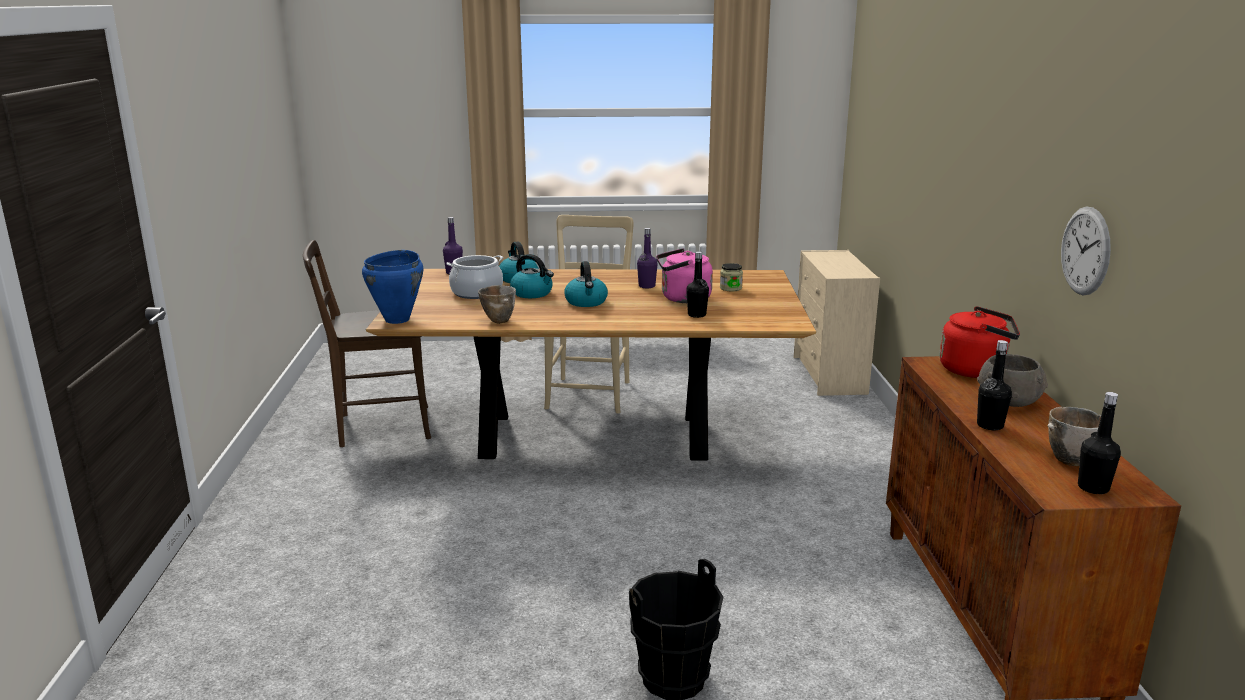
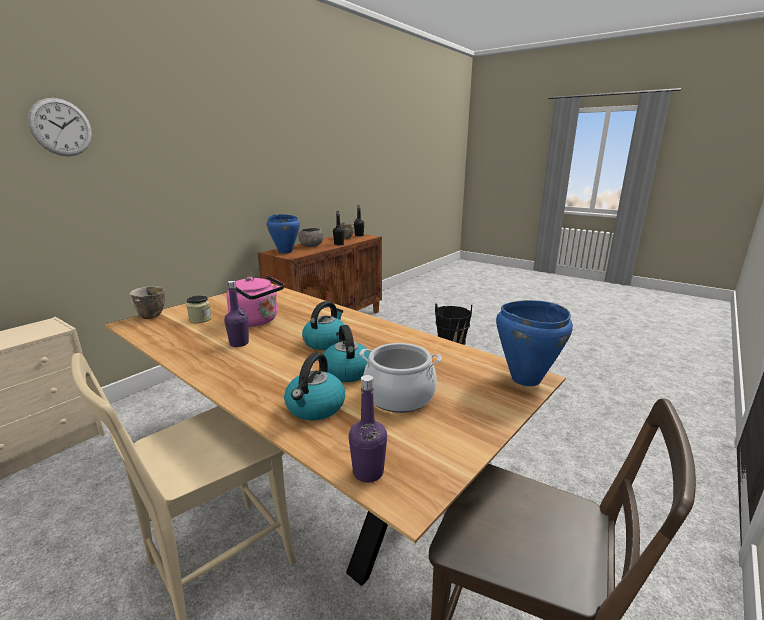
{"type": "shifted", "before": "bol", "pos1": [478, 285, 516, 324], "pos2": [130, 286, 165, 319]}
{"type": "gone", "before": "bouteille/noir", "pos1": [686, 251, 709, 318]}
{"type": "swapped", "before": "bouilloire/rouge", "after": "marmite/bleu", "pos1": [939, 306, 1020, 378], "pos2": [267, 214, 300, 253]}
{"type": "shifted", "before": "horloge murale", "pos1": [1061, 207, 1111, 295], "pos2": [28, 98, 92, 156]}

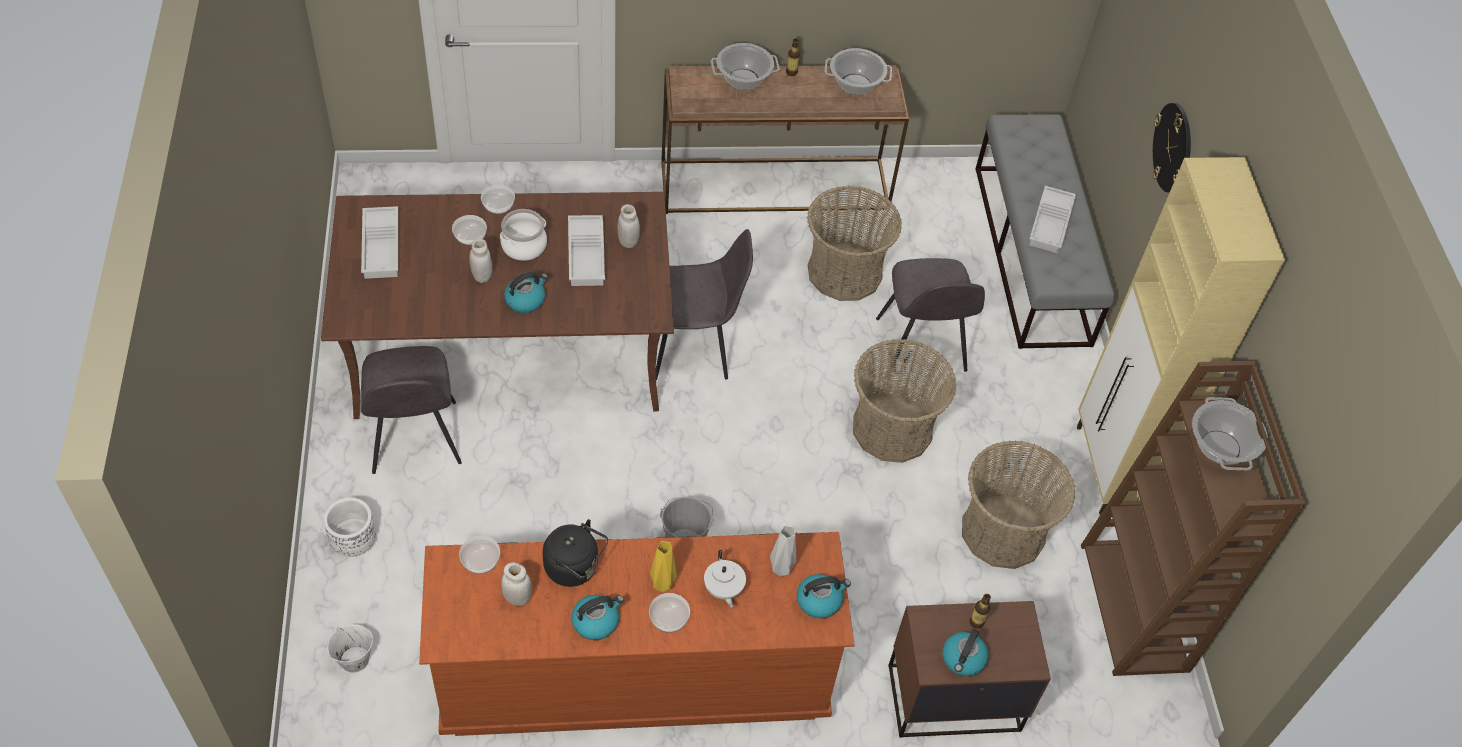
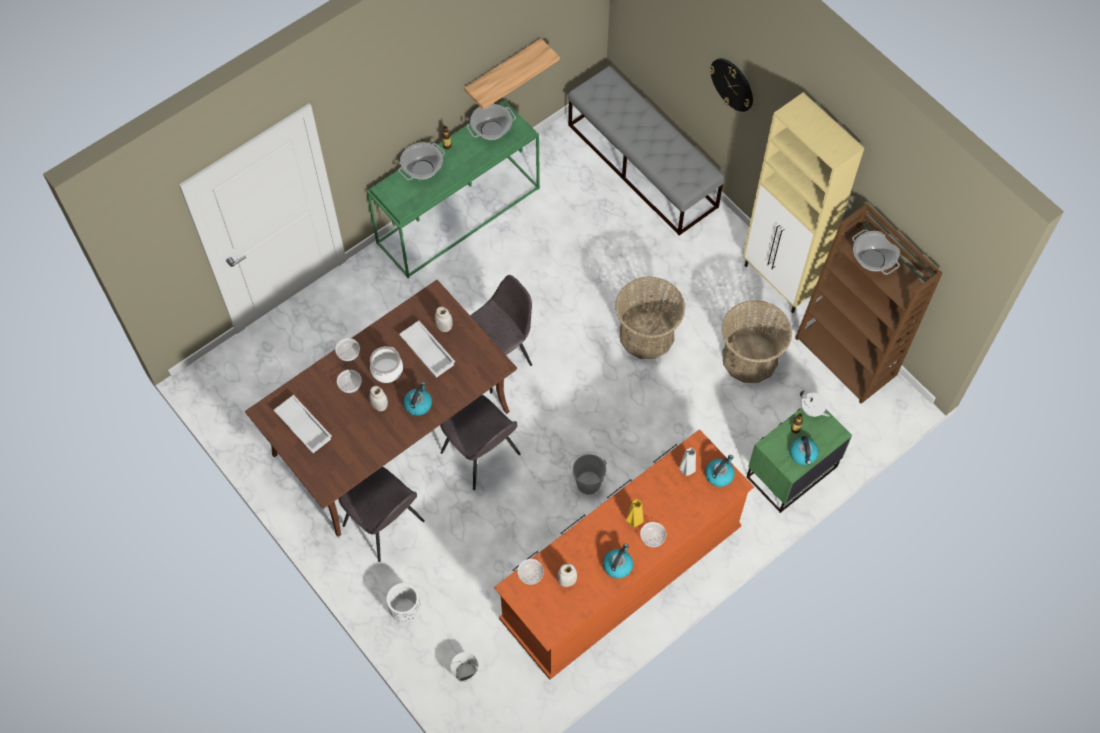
{"type": "gone", "before": "bouilloire/noir", "pos1": [543, 519, 608, 587]}
{"type": "repainted", "before": "table console/marron", "after": "table console/vert", "pos1": [661, 65, 909, 214], "pos2": [366, 101, 540, 278]}
{"type": "shifted", "before": "théière/blanc", "pos1": [704, 550, 746, 608], "pos2": [800, 391, 830, 417]}
{"type": "gone", "before": "panier", "pos1": [807, 185, 902, 301]}
{"type": "shifted", "before": "chaise/gris", "pos1": [876, 258, 985, 372], "pos2": [440, 395, 521, 490]}
{"type": "repainted", "before": "table de chevet/marron", "after": "table de chevet/vert", "pos1": [888, 601, 1051, 738], "pos2": [747, 408, 852, 513]}
{"type": "gone", "before": "plateau/blanc", "pos1": [1029, 186, 1076, 253]}
{"type": "new", "after": "étagère", "pos2": [464, 38, 560, 110]}

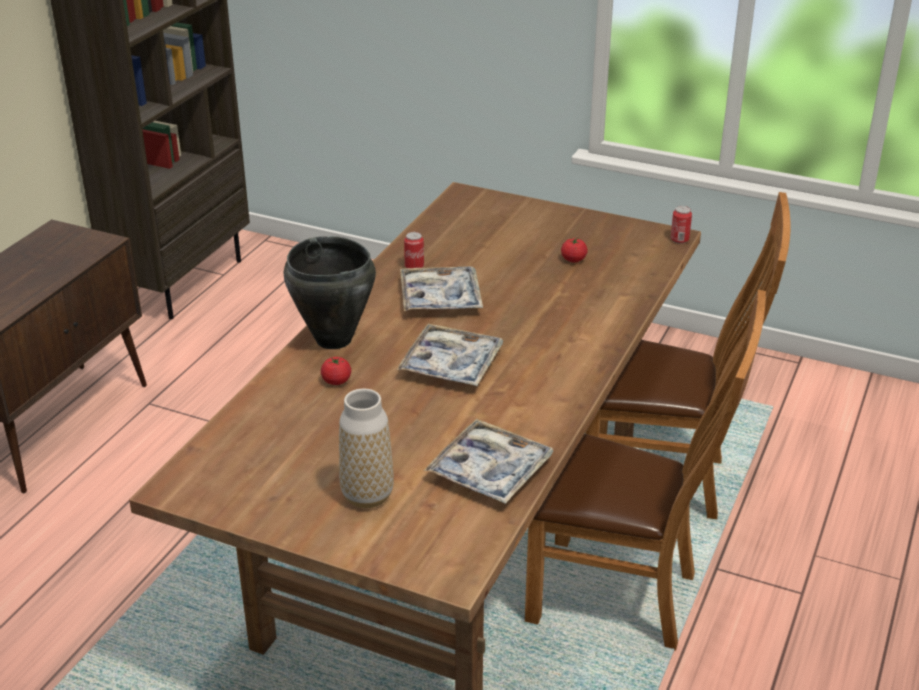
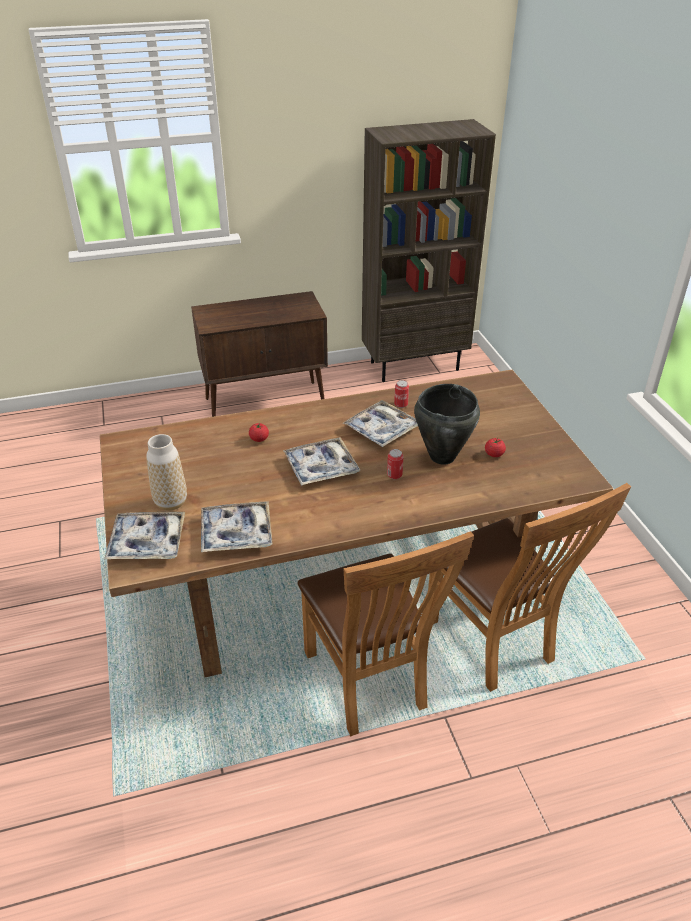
{"type": "shifted", "before": "marmite/noir", "pos1": [284, 236, 376, 349], "pos2": [414, 384, 480, 465]}
{"type": "shifted", "before": "boîte métallique", "pos1": [671, 206, 692, 244], "pos2": [387, 449, 404, 479]}
{"type": "new", "after": "plateau", "pos2": [104, 512, 185, 560]}

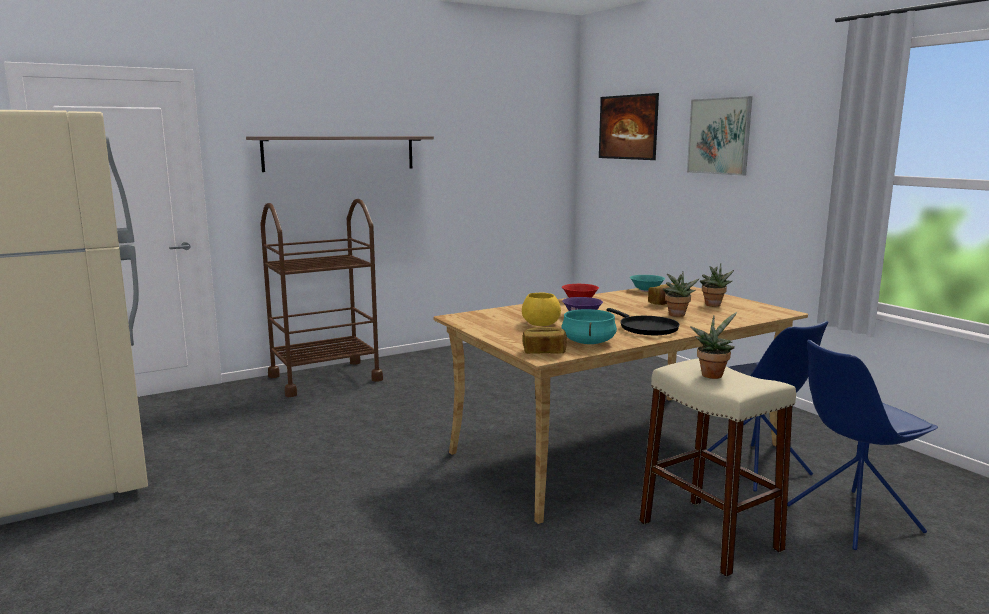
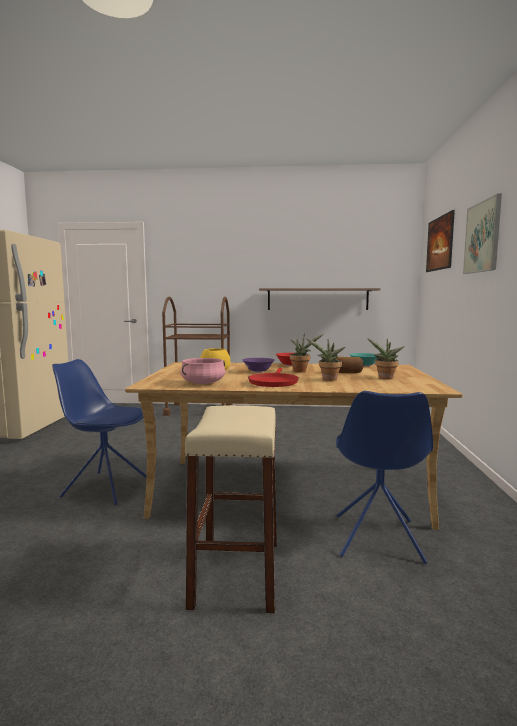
{"type": "shifted", "before": "étagère", "pos1": [246, 136, 434, 172], "pos2": [259, 288, 381, 310]}
{"type": "gone", "before": "pain", "pos1": [522, 327, 567, 354]}
{"type": "repainted", "before": "marmite/turquoise", "after": "marmite/rose", "pos1": [561, 309, 617, 344], "pos2": [180, 358, 225, 384]}
{"type": "repainted", "before": "poêle/noir", "after": "poêle/rouge", "pos1": [607, 308, 680, 335], "pos2": [248, 368, 299, 387]}
{"type": "shifted", "before": "plante en pot", "pos1": [690, 312, 737, 379], "pos2": [290, 333, 323, 373]}
{"type": "shifted", "before": "chaise/bleu", "pos1": [788, 340, 938, 550], "pos2": [52, 359, 147, 505]}

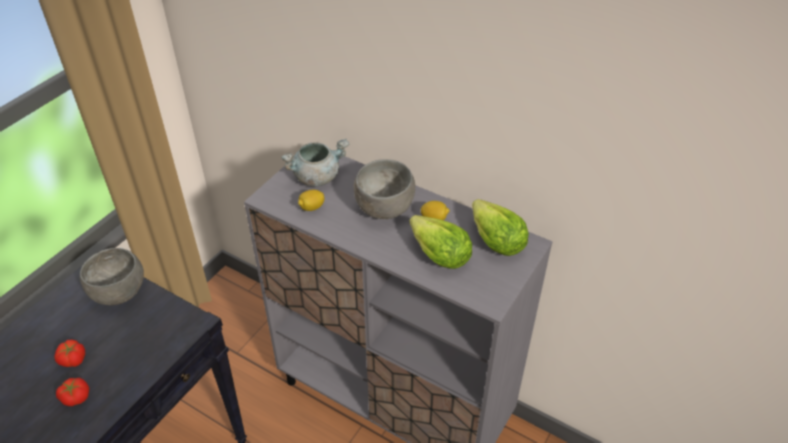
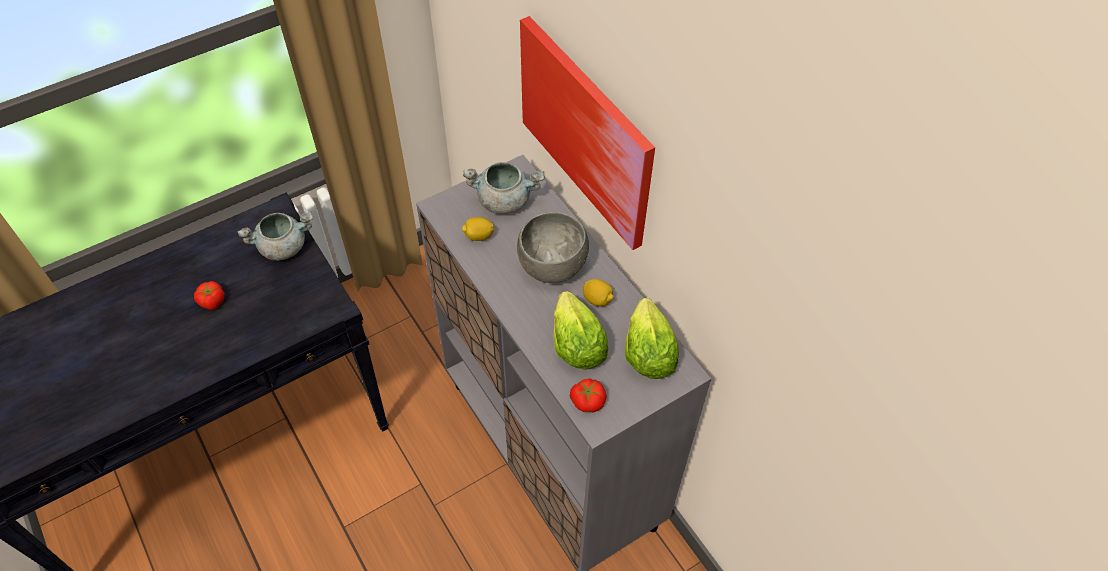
{"type": "shifted", "before": "tomate", "pos1": [56, 378, 90, 406], "pos2": [570, 378, 607, 412]}
{"type": "swapped", "before": "bol/gris", "after": "marmite/gris", "pos1": [80, 248, 144, 305], "pos2": [238, 211, 313, 261]}
{"type": "new", "after": "tableau", "pos2": [520, 16, 655, 250]}

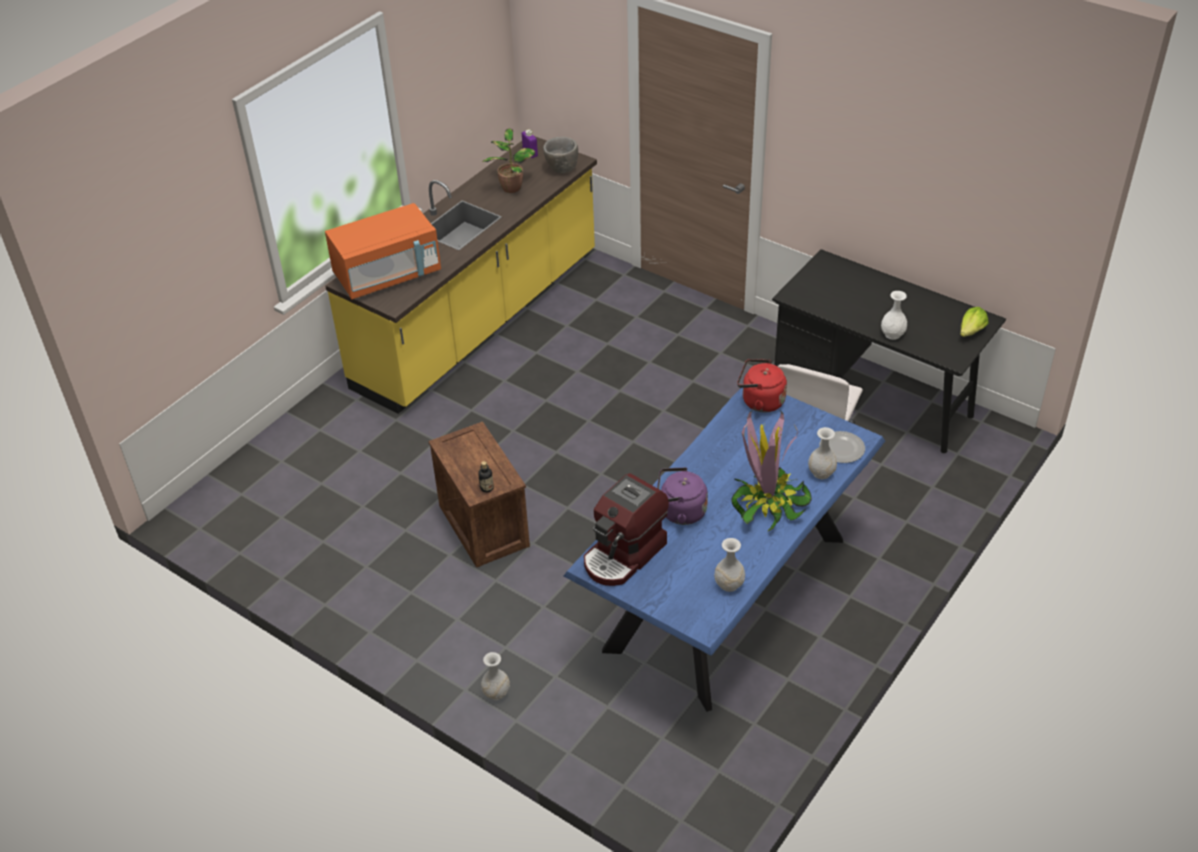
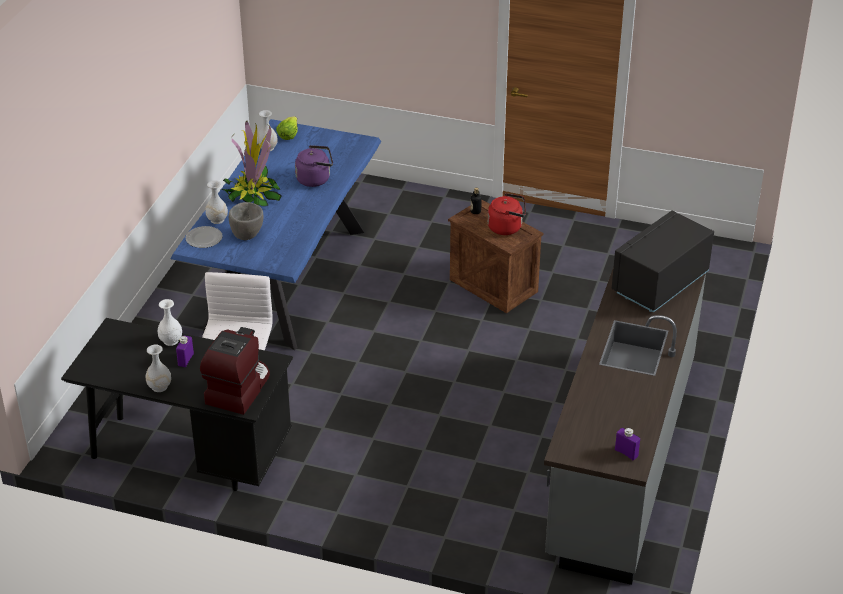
{"type": "repainted", "before": "comptoir de cuisine/jaune", "after": "comptoir de cuisine/gris", "pos1": [325, 136, 597, 414], "pos2": [544, 270, 706, 585]}
{"type": "repainted", "before": "micro-ondes/orange", "after": "micro-ondes/noir", "pos1": [325, 203, 441, 299], "pos2": [612, 211, 714, 313]}
{"type": "shifted", "before": "vase/blanc", "pos1": [481, 652, 510, 700], "pos2": [146, 345, 171, 392]}
{"type": "gone", "before": "plante en pot", "pos1": [482, 128, 535, 193]}
{"type": "shifted", "before": "bol/gris", "pos1": [543, 137, 578, 173], "pos2": [229, 202, 263, 240]}
{"type": "shifted", "before": "machine à café", "pos1": [584, 473, 669, 586], "pos2": [200, 327, 270, 415]}
{"type": "shifted", "before": "bouilloire/rouge", "pos1": [737, 359, 787, 413], "pos2": [488, 193, 526, 235]}
{"type": "shifted", "before": "laitue", "pos1": [960, 307, 989, 337], "pos2": [276, 116, 298, 140]}
{"type": "new", "after": "bouteille/violet", "pos2": [176, 336, 194, 367]}

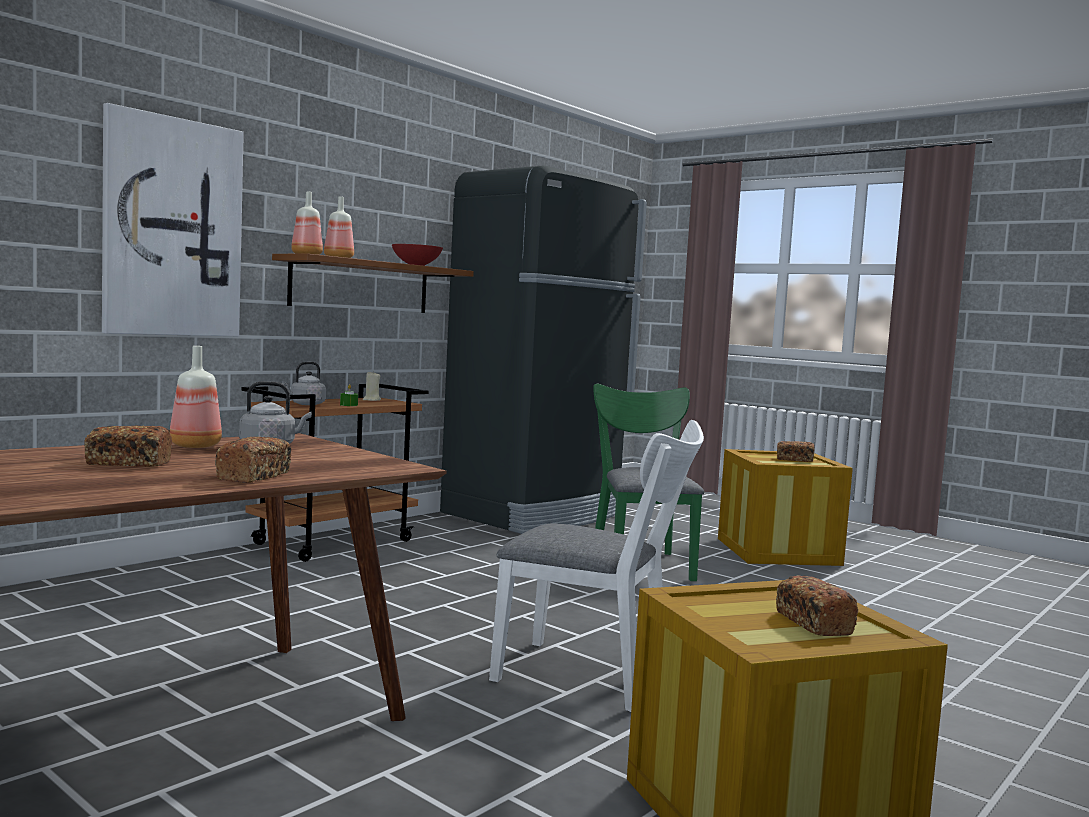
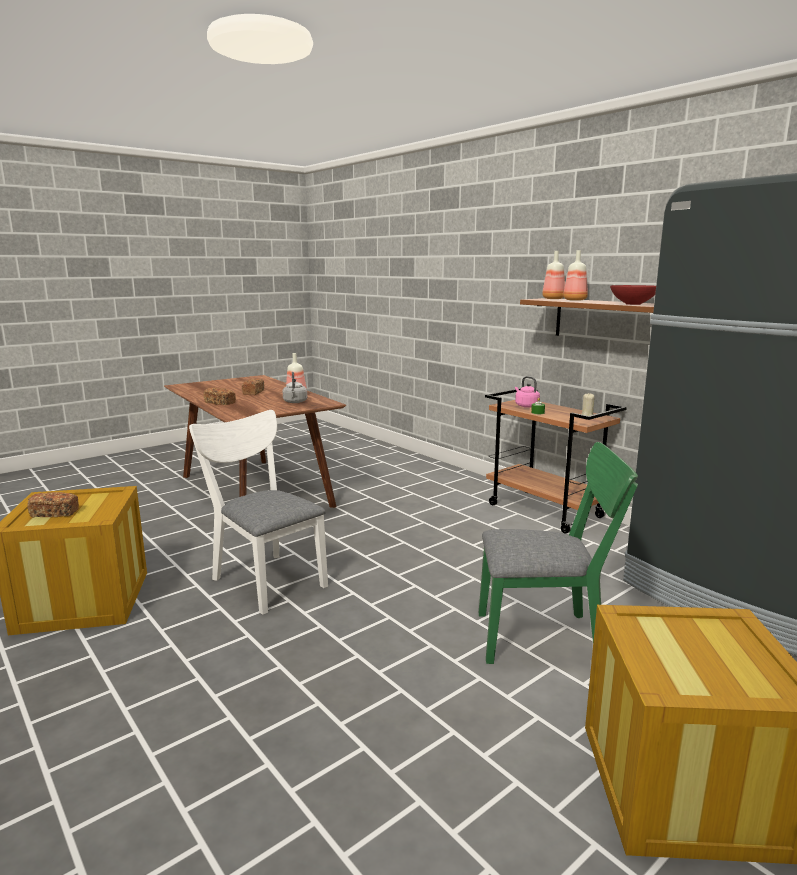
{"type": "gone", "before": "tableau", "pos1": [102, 103, 244, 336]}
{"type": "repainted", "before": "bouilloire/gris", "after": "bouilloire/rose", "pos1": [282, 362, 326, 405], "pos2": [515, 376, 540, 408]}
{"type": "rotated", "before": "chaise/blanc", "pos1": [489, 420, 704, 712], "pos2": [189, 410, 328, 615], "turn": 105}
{"type": "gone", "before": "pain", "pos1": [777, 441, 814, 462]}

